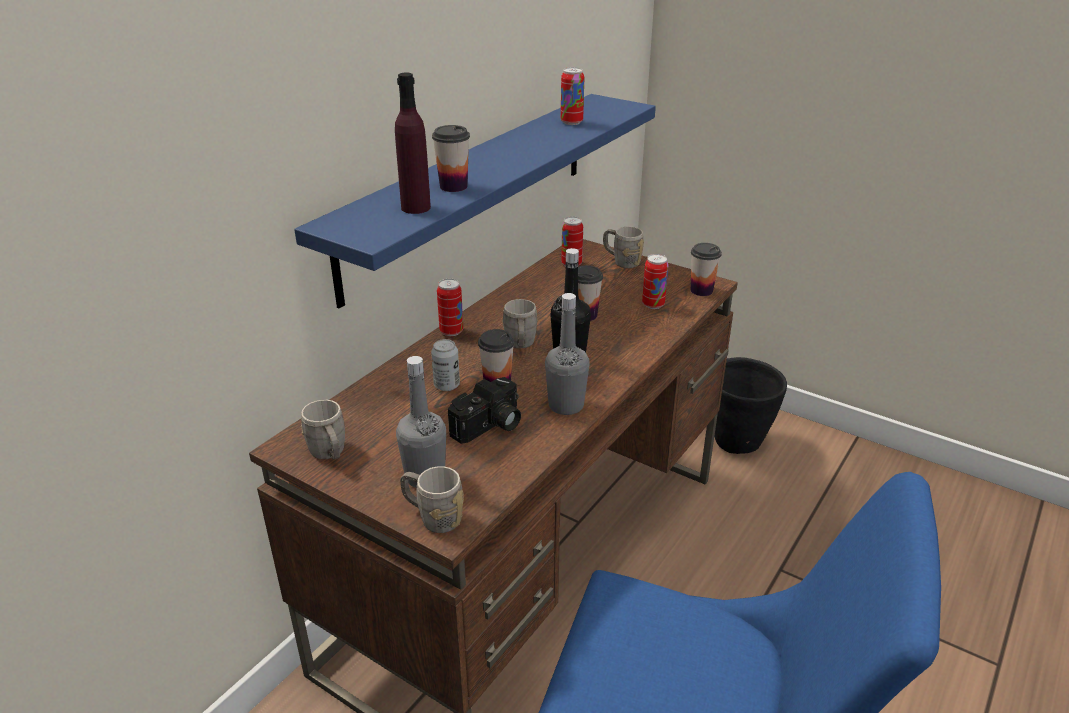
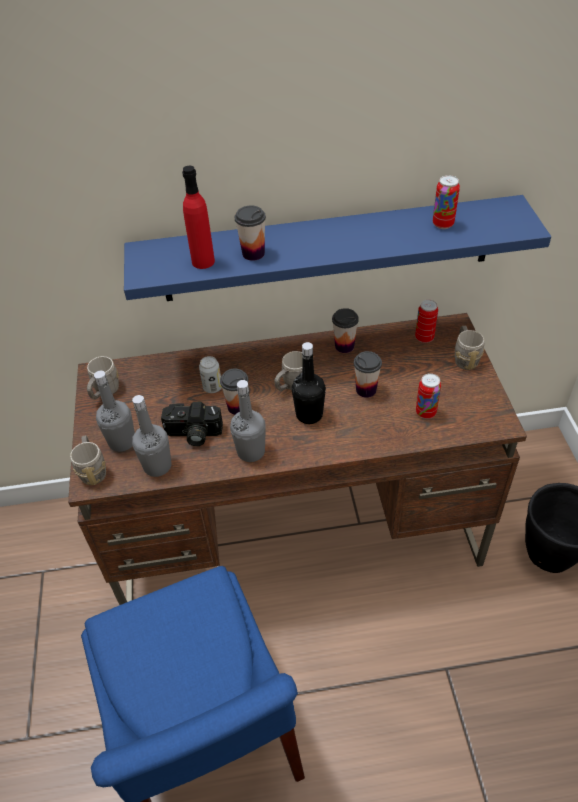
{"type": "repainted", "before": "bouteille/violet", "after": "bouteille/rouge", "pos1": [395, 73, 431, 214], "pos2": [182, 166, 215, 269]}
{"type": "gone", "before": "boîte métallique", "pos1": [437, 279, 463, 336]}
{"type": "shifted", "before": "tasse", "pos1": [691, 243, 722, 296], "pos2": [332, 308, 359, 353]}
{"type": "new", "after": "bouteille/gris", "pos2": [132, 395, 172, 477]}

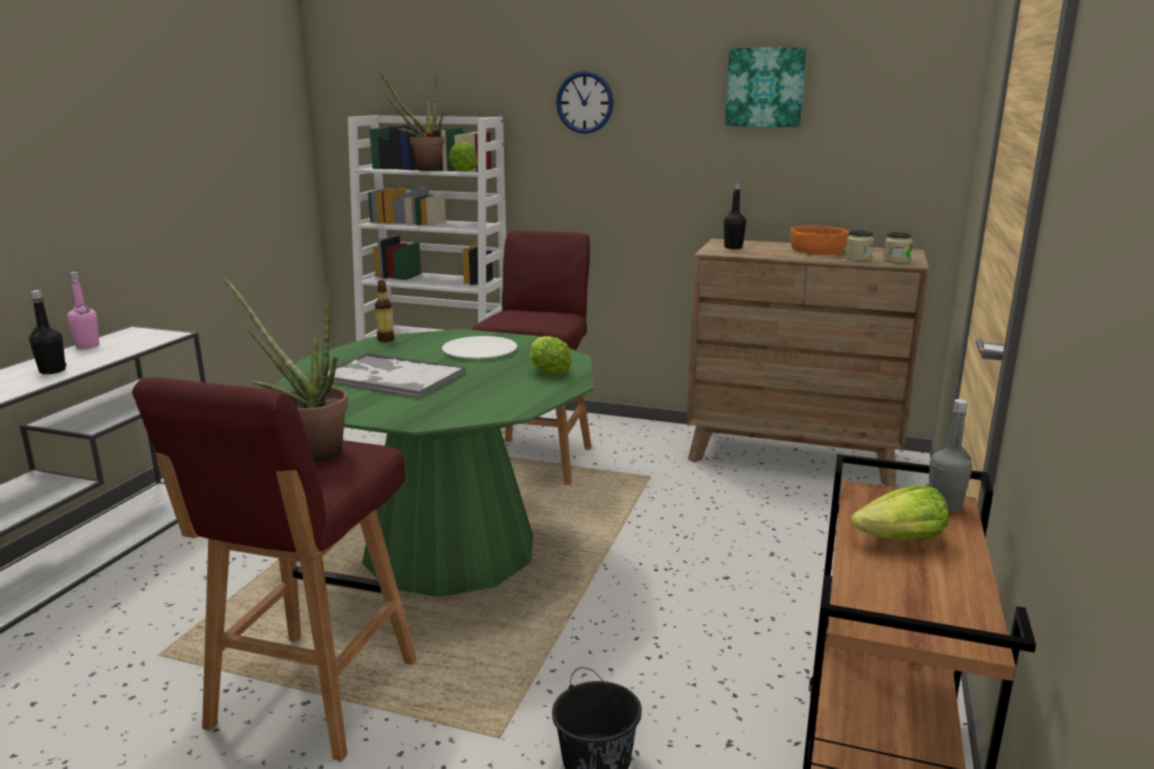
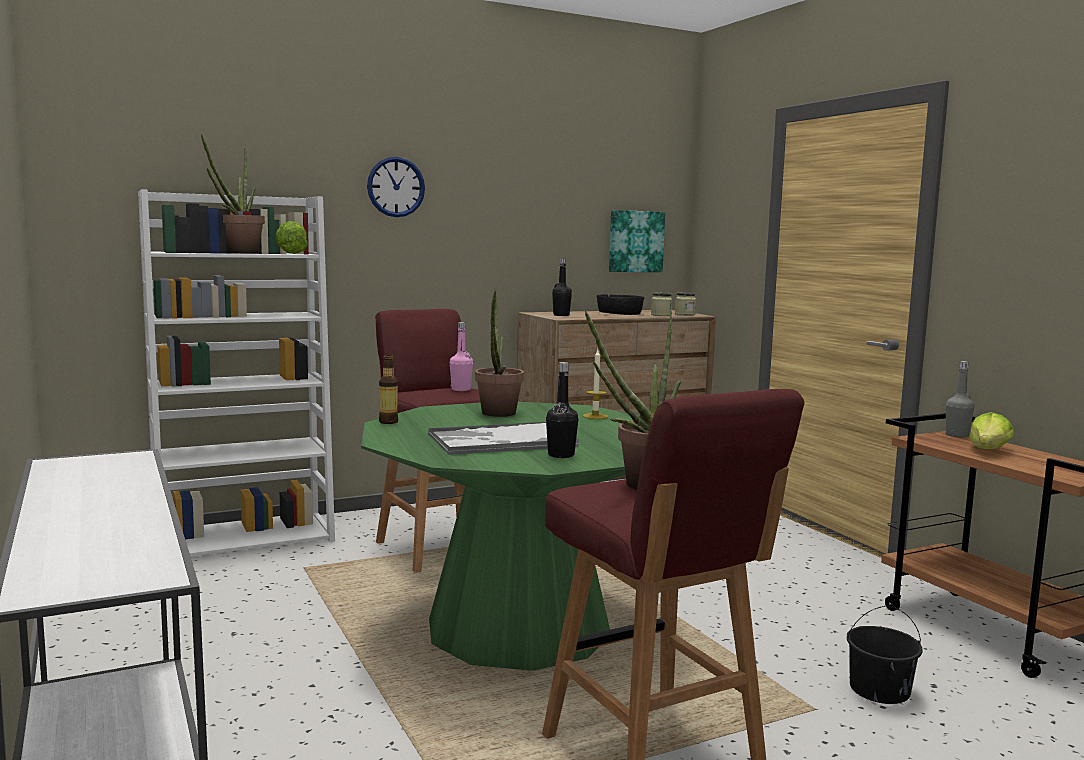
{"type": "shifted", "before": "bouteille/noir", "pos1": [29, 290, 66, 374], "pos2": [546, 362, 578, 458]}
{"type": "shifted", "before": "bouteille/rose", "pos1": [67, 272, 99, 349], "pos2": [450, 322, 473, 391]}
{"type": "swapped", "before": "assiette/blanc", "after": "plante en pot", "pos1": [442, 336, 517, 359], "pos2": [475, 288, 524, 417]}
{"type": "swapped", "before": "laitue", "after": "bougie", "pos1": [530, 336, 572, 375], "pos2": [583, 350, 608, 419]}
{"type": "shifted", "before": "tableau", "pos1": [725, 47, 807, 127], "pos2": [609, 210, 665, 272]}
{"type": "repainted", "before": "bol/orange", "after": "bol/noir", "pos1": [790, 225, 849, 255], "pos2": [597, 294, 644, 315]}

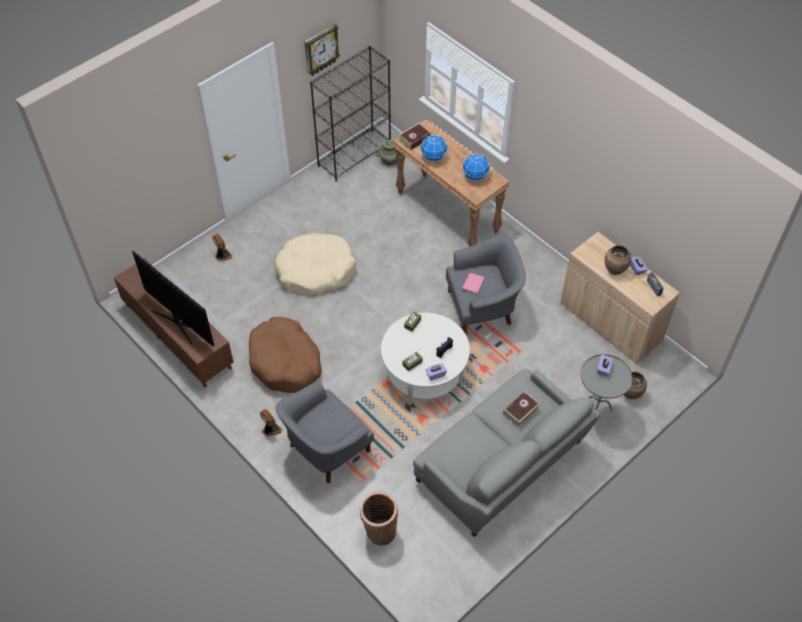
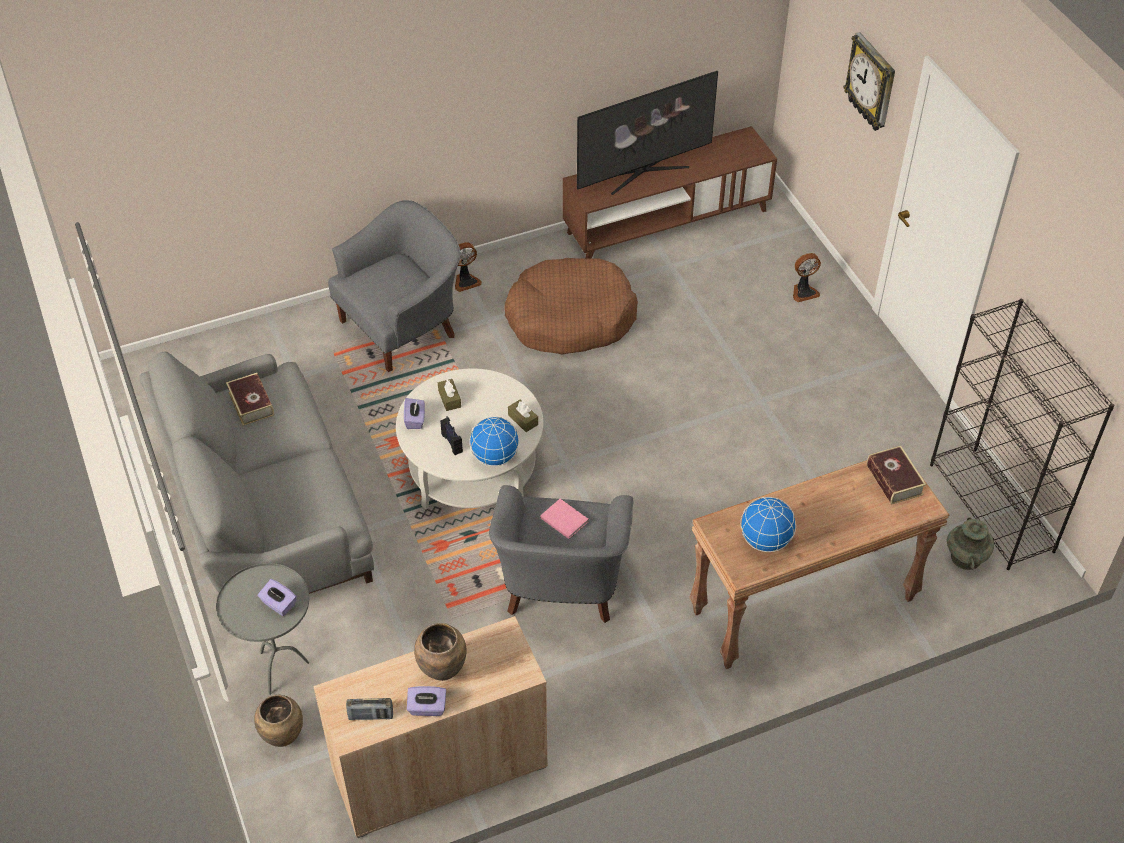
{"type": "gone", "before": "panier pour chien/beige", "pos1": [274, 233, 356, 295]}
{"type": "rotated", "before": "fauteuil/gris", "pos1": [275, 380, 374, 483], "pos2": [328, 200, 461, 372], "turn": 75}
{"type": "shifted", "before": "horloge murale", "pos1": [304, 24, 340, 76], "pos2": [843, 32, 895, 131]}
{"type": "gone", "before": "panier", "pos1": [360, 491, 398, 546]}
{"type": "shifted", "before": "globe", "pos1": [420, 135, 447, 161], "pos2": [469, 417, 519, 466]}
{"type": "shifted", "before": "livre", "pos1": [503, 391, 540, 427], "pos2": [226, 373, 274, 426]}

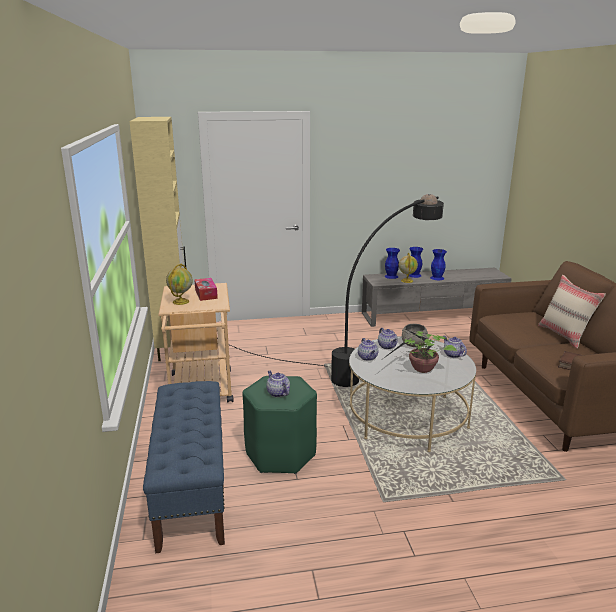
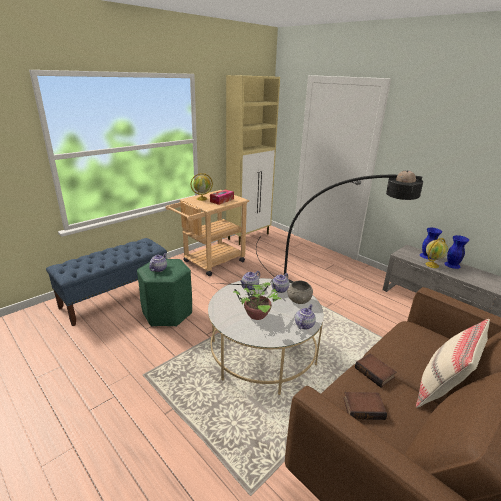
{"type": "gone", "before": "vase/bleu", "pos1": [430, 249, 447, 280]}
{"type": "new", "after": "livre", "pos2": [355, 353, 396, 388]}

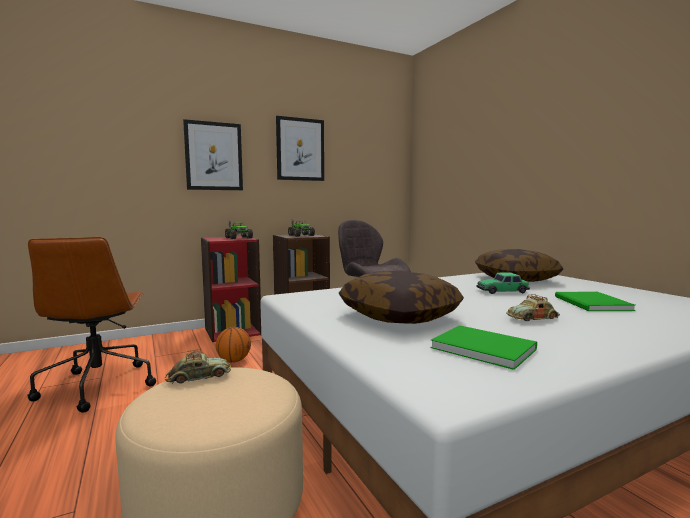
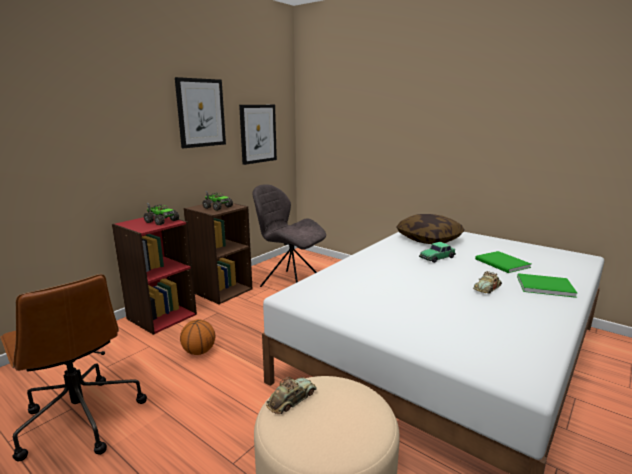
{"type": "shifted", "before": "tableau", "pos1": [183, 119, 243, 190], "pos2": [239, 105, 277, 165]}
{"type": "gone", "before": "coussin", "pos1": [339, 270, 464, 324]}
{"type": "shifted", "before": "livre/vert", "pos1": [431, 325, 537, 370], "pos2": [517, 273, 577, 298]}

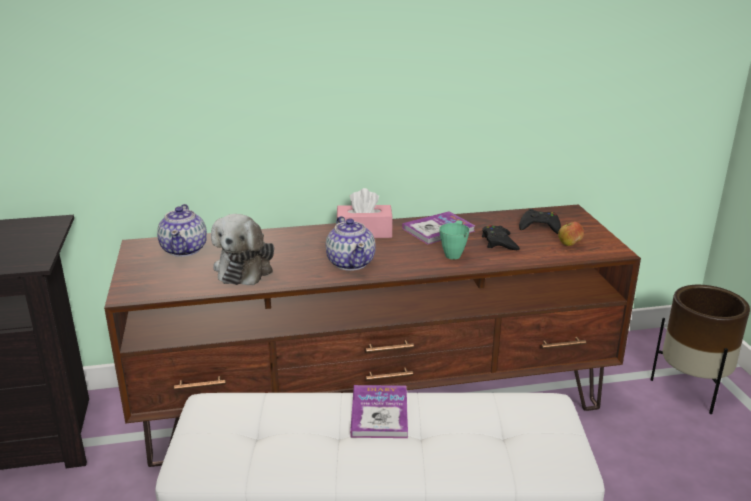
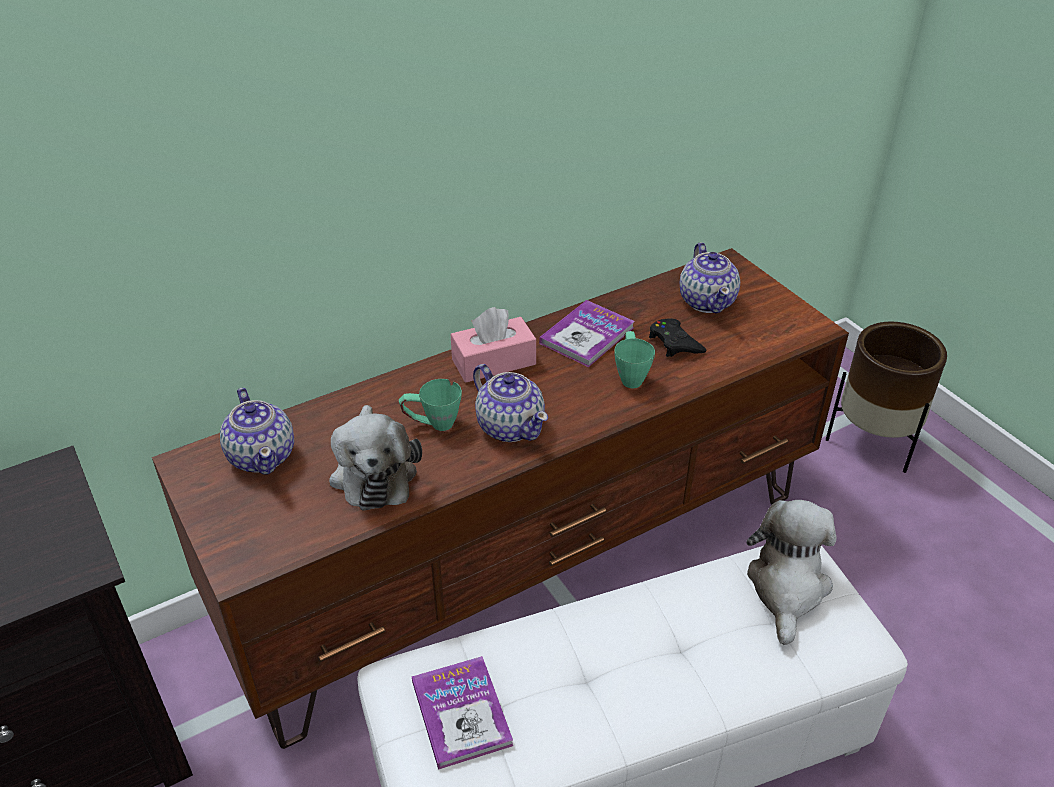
{"type": "shifted", "before": "livre", "pos1": [350, 385, 408, 438], "pos2": [412, 656, 513, 770]}
{"type": "swapped", "before": "manette/noir", "after": "théière", "pos1": [519, 209, 561, 234], "pos2": [680, 243, 740, 314]}
{"type": "gone", "before": "pomme", "pos1": [558, 222, 584, 246]}
{"type": "new", "after": "mug/vert", "pos2": [399, 379, 462, 431]}
{"type": "new", "after": "peluche", "pos2": [746, 500, 837, 645]}

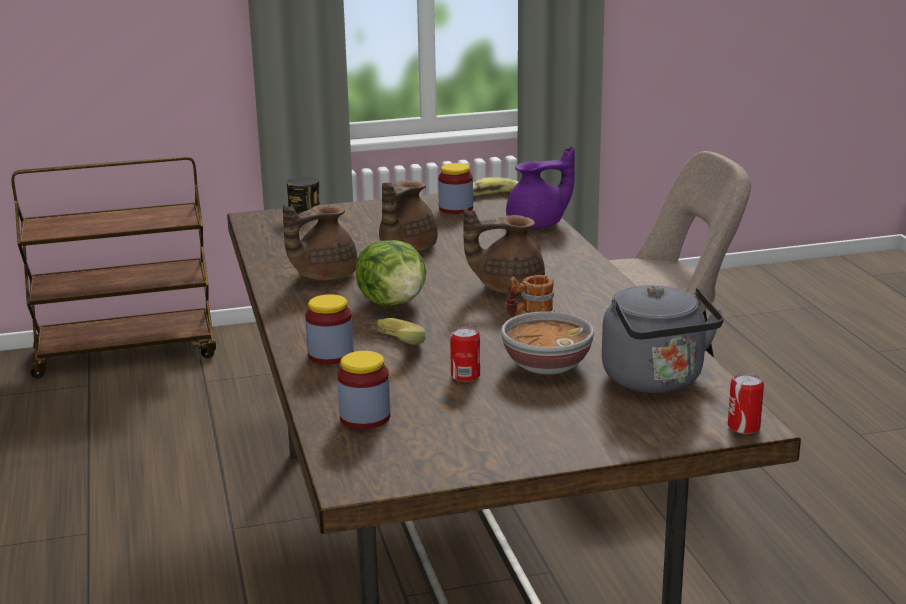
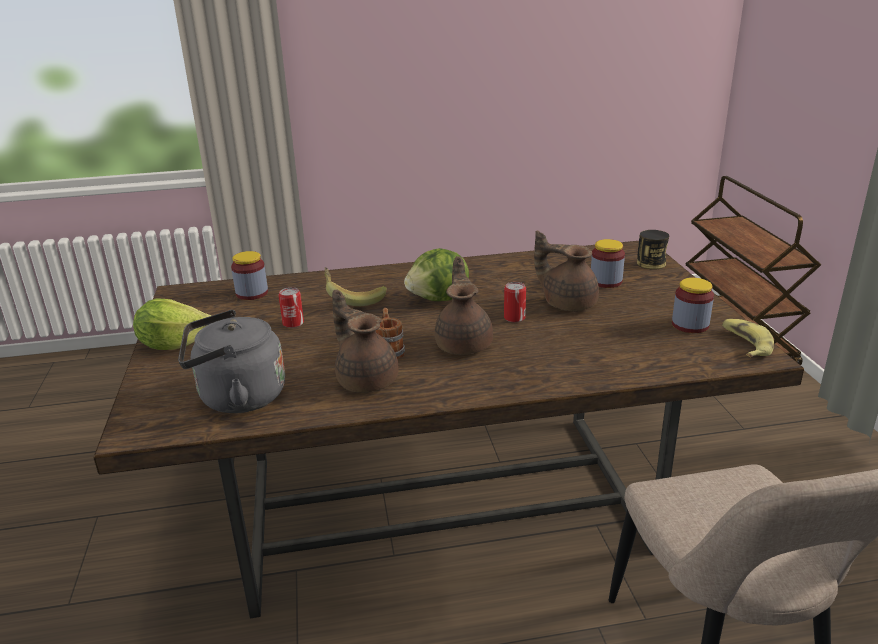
{"type": "shifted", "before": "théière/marron", "pos1": [283, 205, 357, 280], "pos2": [332, 290, 398, 393]}
{"type": "shifted", "before": "bocal", "pos1": [305, 294, 353, 364], "pos2": [591, 239, 625, 288]}
{"type": "gone", "before": "bol", "pos1": [501, 311, 594, 375]}
{"type": "gone", "before": "théière/violet", "pos1": [506, 146, 575, 228]}
{"type": "shifted", "before": "boîte métallique", "pos1": [728, 373, 764, 434], "pos2": [504, 282, 526, 323]}
{"type": "new", "after": "laitue", "pos2": [133, 299, 212, 350]}

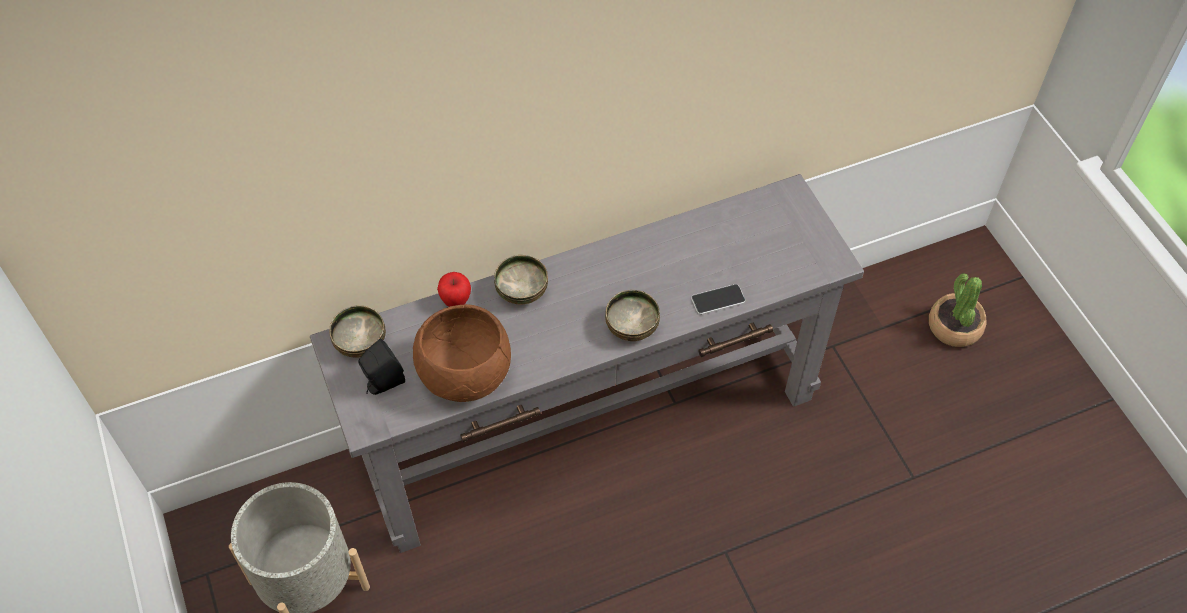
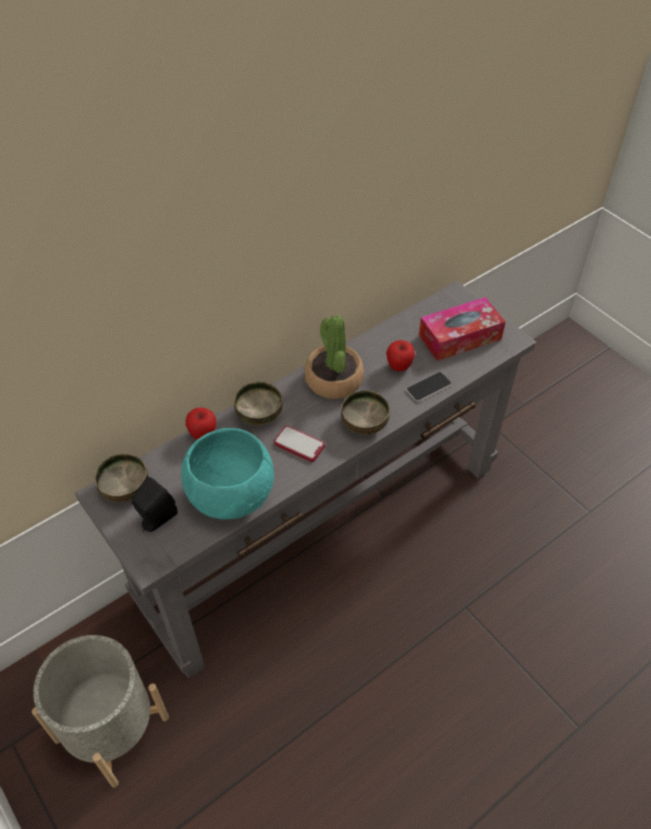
{"type": "repainted", "before": "bol/marron", "after": "bol/turquoise", "pos1": [413, 304, 511, 402], "pos2": [181, 428, 274, 520]}
{"type": "shifted", "before": "plante en pot", "pos1": [929, 273, 986, 347], "pos2": [304, 315, 364, 399]}
{"type": "new", "after": "téléphone", "pos2": [274, 426, 325, 462]}
{"type": "new", "after": "pomme", "pos2": [386, 340, 415, 372]}
{"type": "new", "after": "boîte à mouchoirs", "pos2": [419, 297, 506, 361]}

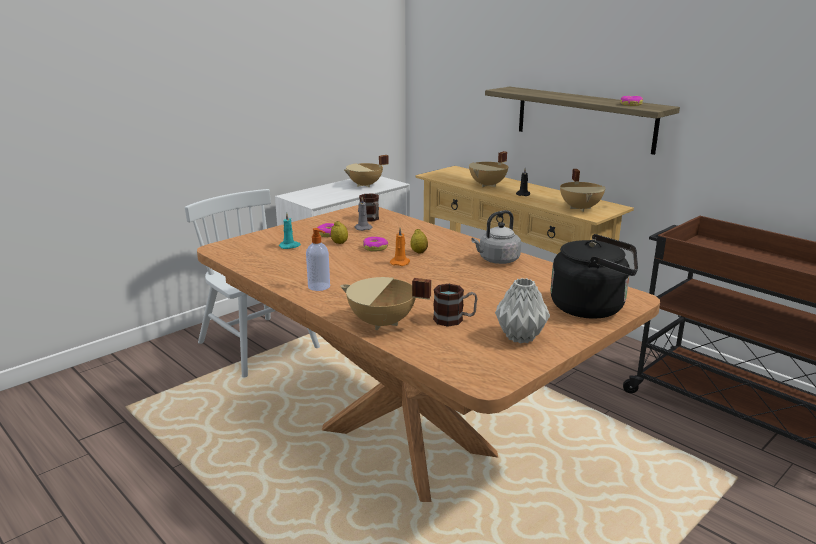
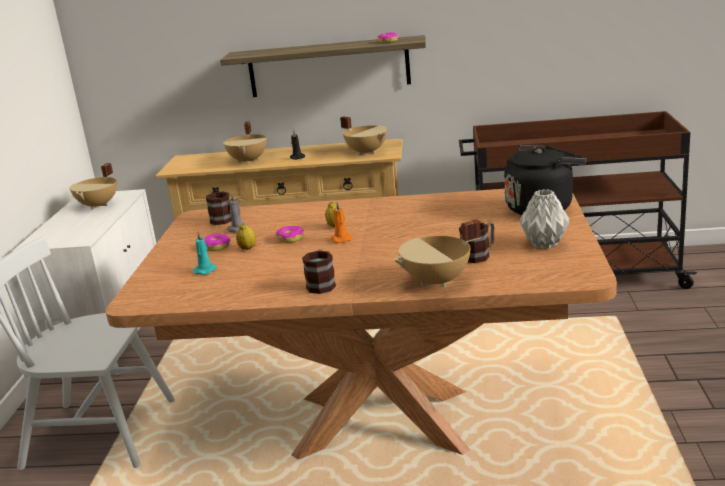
{"type": "swapped", "before": "distributeur de savon", "after": "mug", "pos1": [306, 228, 330, 291], "pos2": [302, 249, 336, 294]}
{"type": "gone", "before": "bouilloire/gris", "pos1": [471, 210, 521, 264]}

